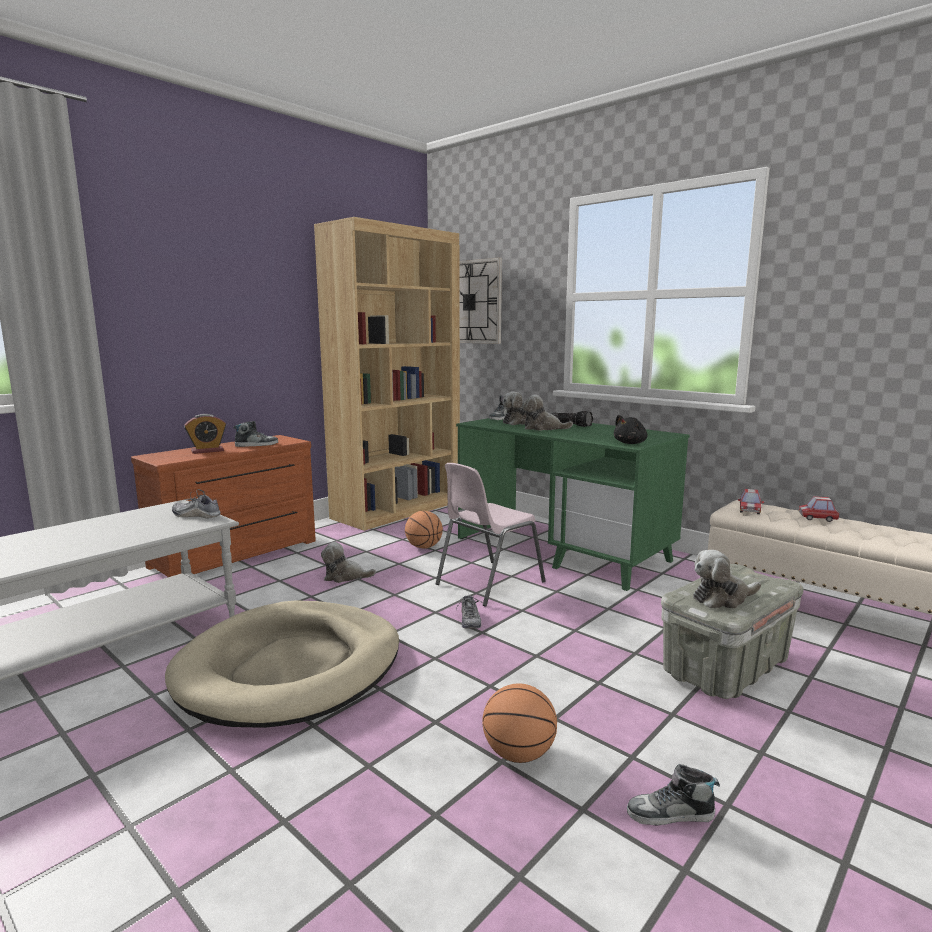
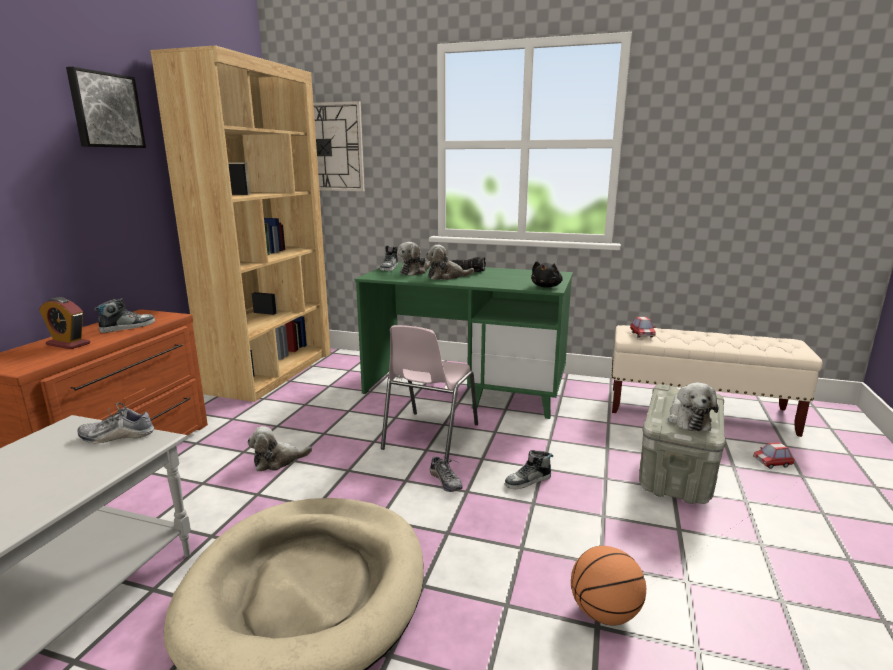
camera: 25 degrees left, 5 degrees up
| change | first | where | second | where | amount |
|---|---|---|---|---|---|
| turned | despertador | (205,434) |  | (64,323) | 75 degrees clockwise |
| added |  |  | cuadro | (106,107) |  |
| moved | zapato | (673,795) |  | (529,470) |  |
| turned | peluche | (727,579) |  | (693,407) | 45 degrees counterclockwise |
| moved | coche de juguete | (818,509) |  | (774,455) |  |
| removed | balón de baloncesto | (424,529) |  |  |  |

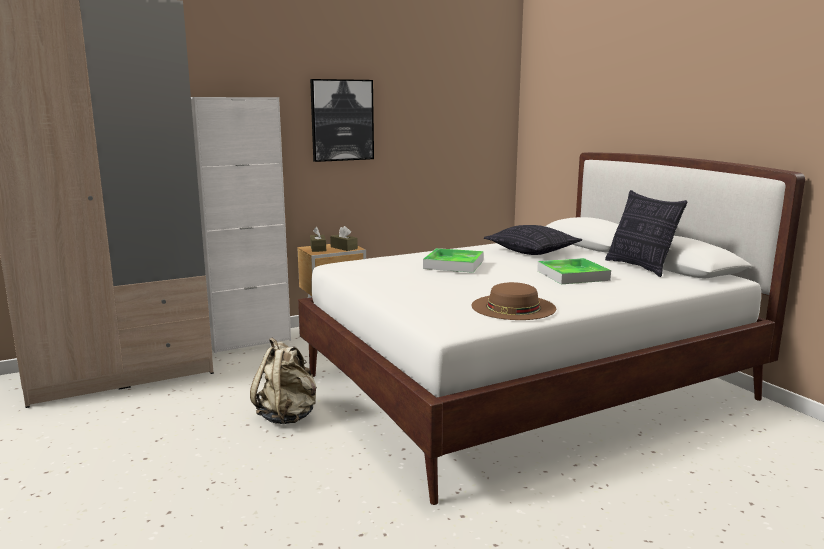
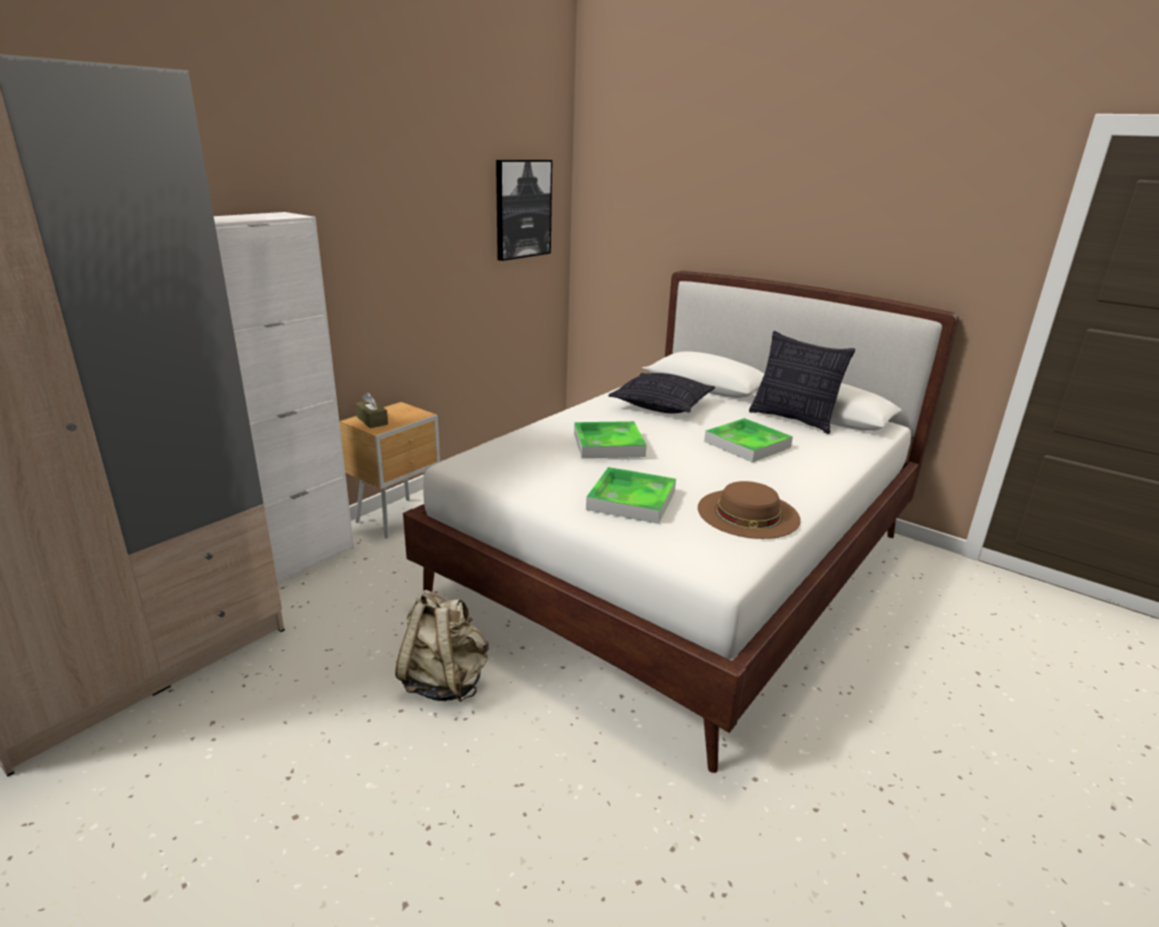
camera: 25 degrees left, 10 degrees up
| change | first | where | second | where | amount |
|---|---|---|---|---|---|
| moved | cuadro | (342,120) |  | (524,210) |  |
| added |  |  | bandeja | (631,495) |  |
| removed | caja de pañuelos/marrón | (344,238) |  |  |  |

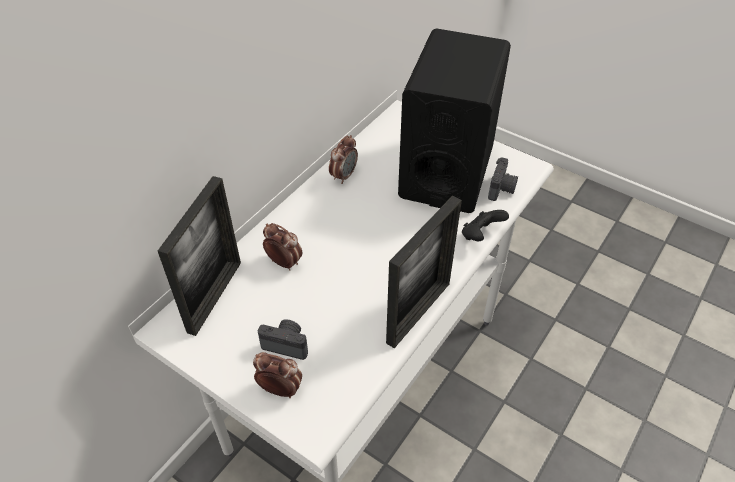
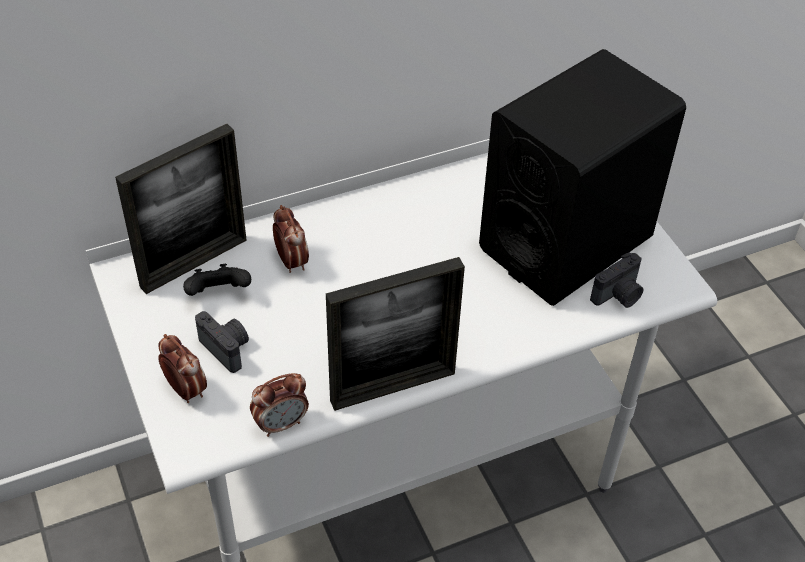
camera: 30 degrees right, 0 degrees up
| change | first | where | second | where | amount |
|---|---|---|---|---|---|
| moved | mando de consola/negro | (485,225) |  | (217,280) |  |
| moved | despertador | (343,159) |  | (279,405) |  |

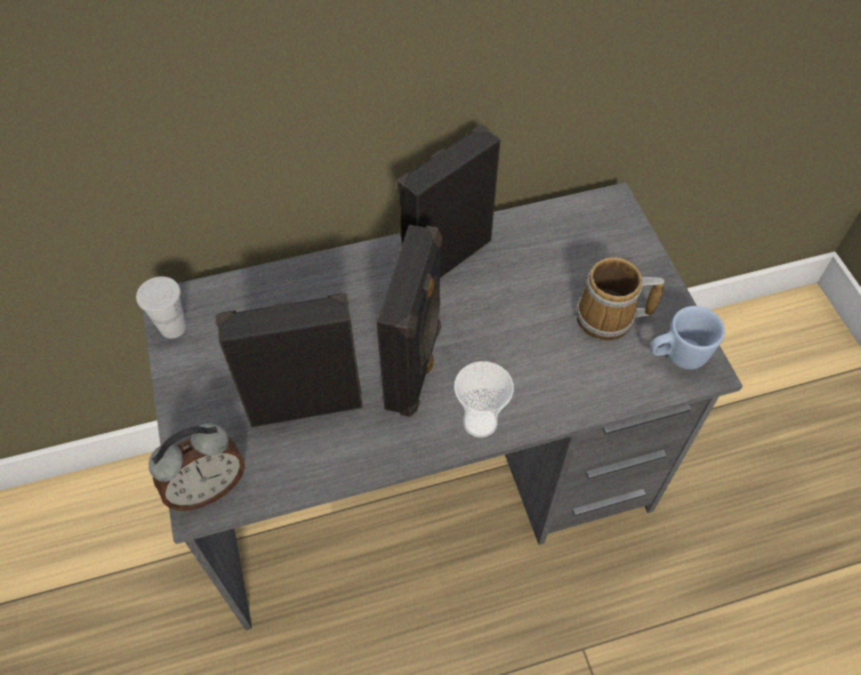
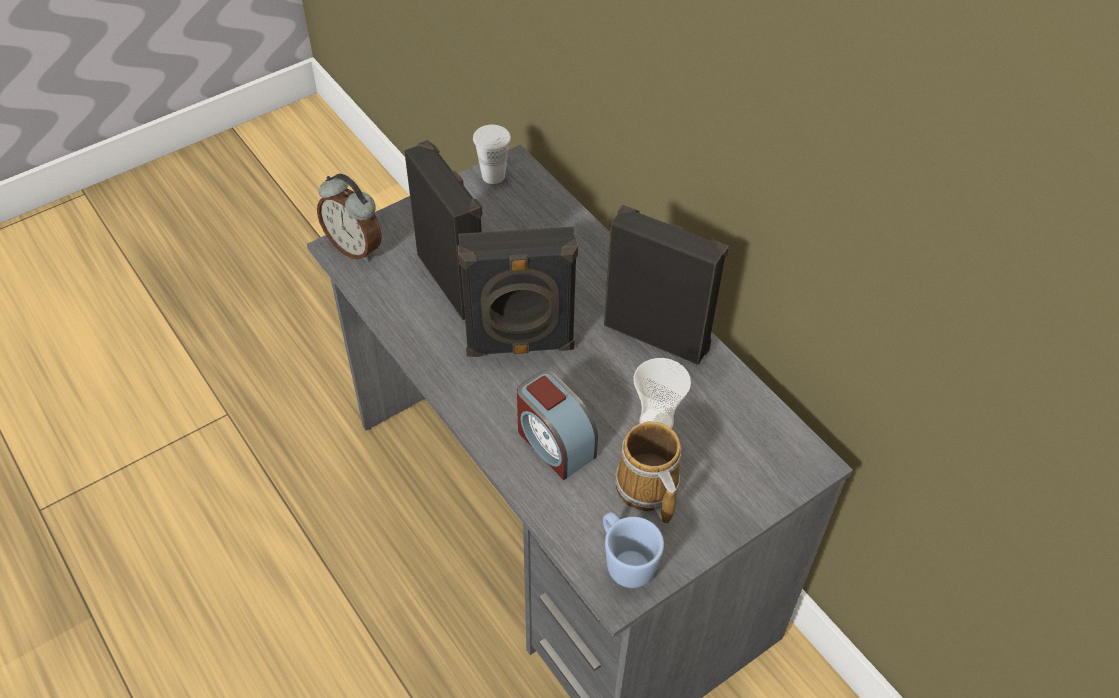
camera: 70 degrees right, 5 degrees down
| change | first | where | second | where | amount |
|---|---|---|---|---|---|
| added |  |  | despertador | (557,425) |  |
| moved | taza | (484,399) |  | (662,393) |  |

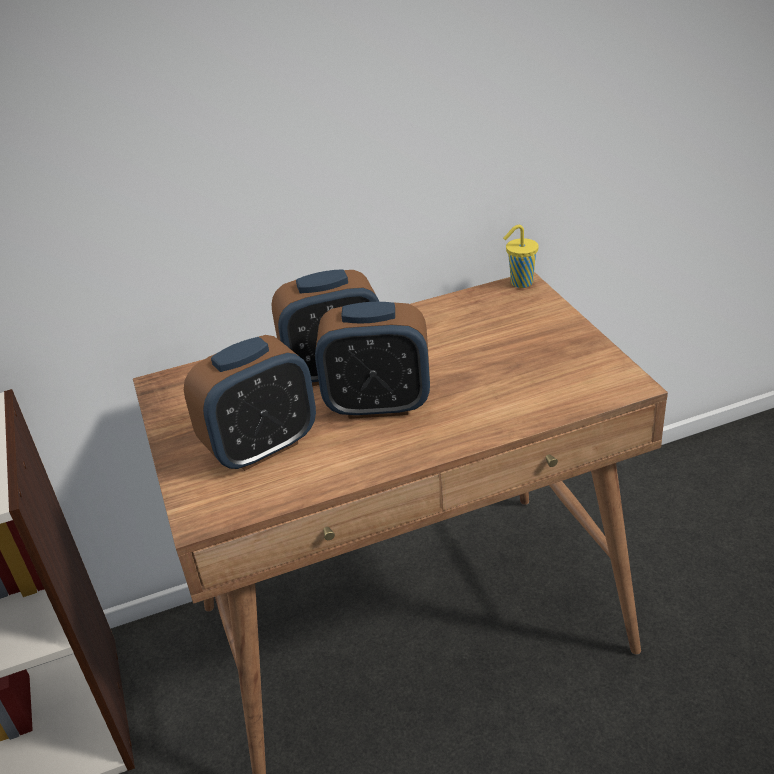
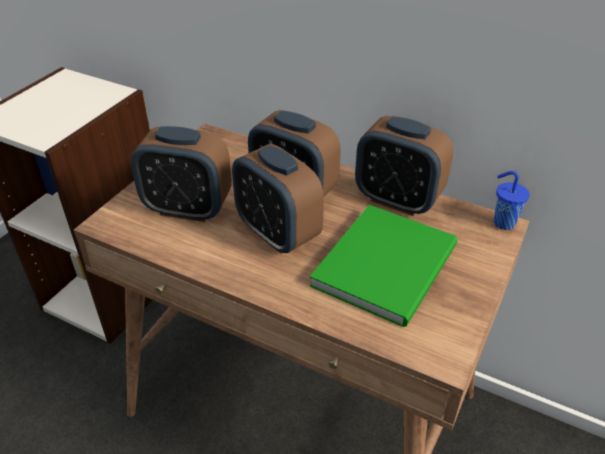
camera: 45 degrees right, 5 degrees up
| change | first | where | second | where | amount |
|---|---|---|---|---|---|
| added |  |  | libro/verde | (383,266) |  |
| added |  |  | despertador | (404,166) |  |
| recoloured | taza/amarillo | (520,256) | taza/azul | (512,200) |  |

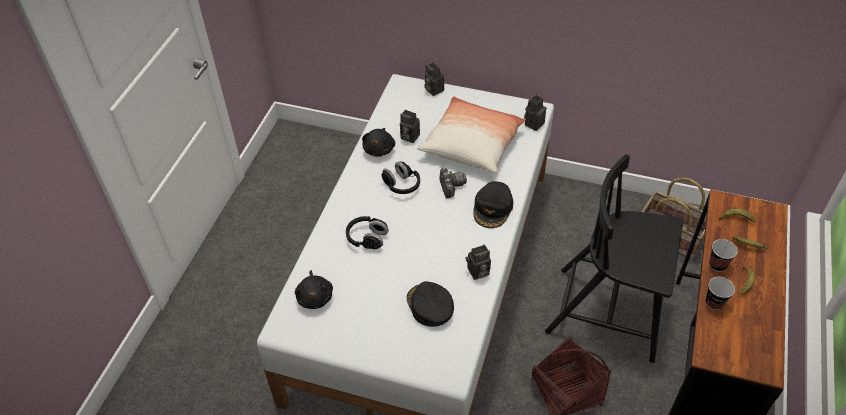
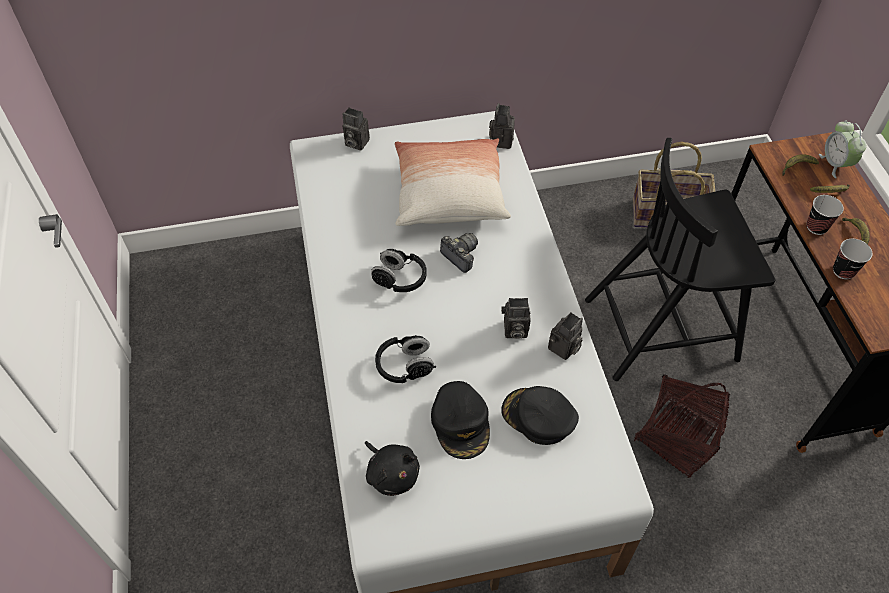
camera: 30 degrees left, 5 degrees up
| change | first | where | second | where | amount |
|---|---|---|---|---|---|
| moved | gorra/negro | (493,204) |  | (460,420) |  |
| moved | cámara | (410,126) |  | (516,318) |  |
| added |  |  | despertador | (843,149) |  |
| removed | peluche/negro | (378,142) |  |  |  |

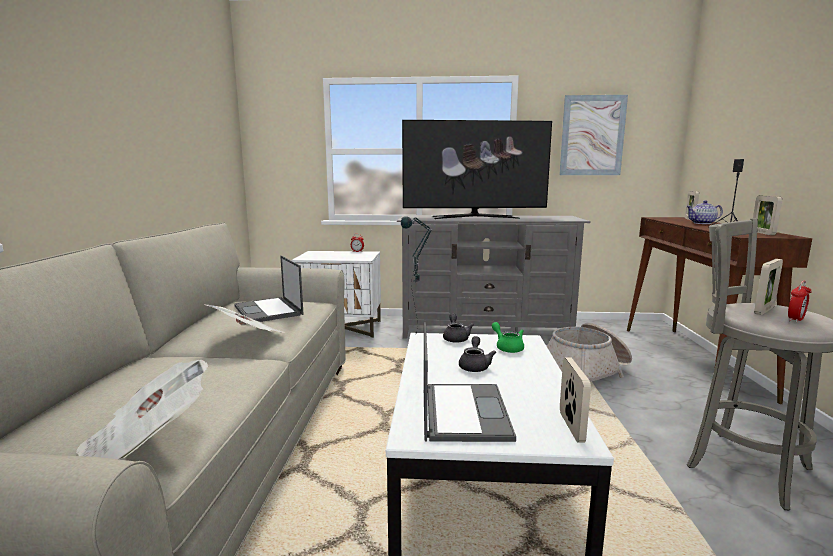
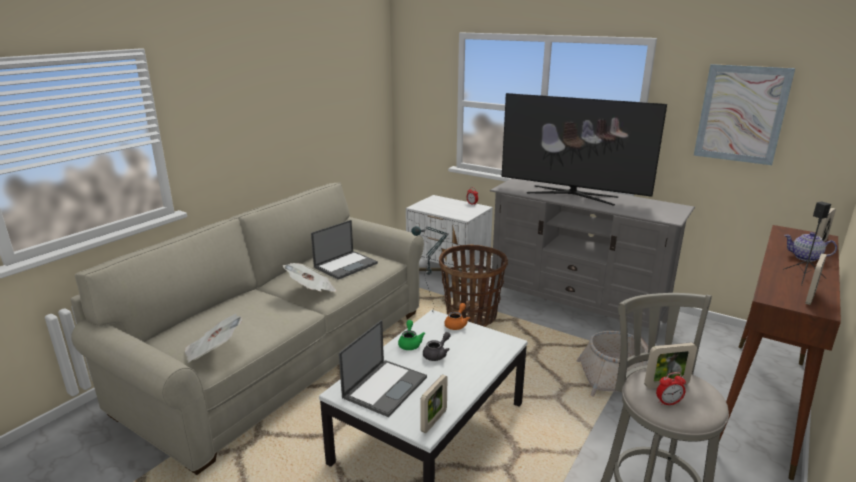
camera: 30 degrees right, 10 degrees up
| change | first | where | second | where | amount |
|---|---|---|---|---|---|
| turned | portátil | (268,289) |  | (344,250) | 135 degrees counterclockwise |
| moved | tetera/verde | (508,337) |  | (411,335) |  |
| added |  |  | cesta | (473,286) |  |
| recoloured | tetera/gris | (458,328) | tetera/naranja | (457,316) |  |

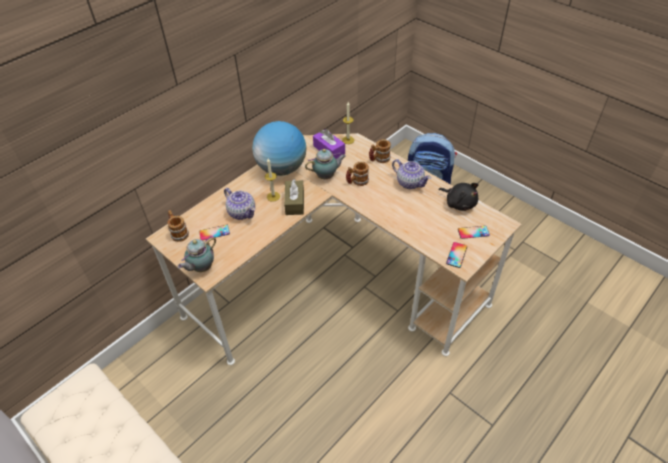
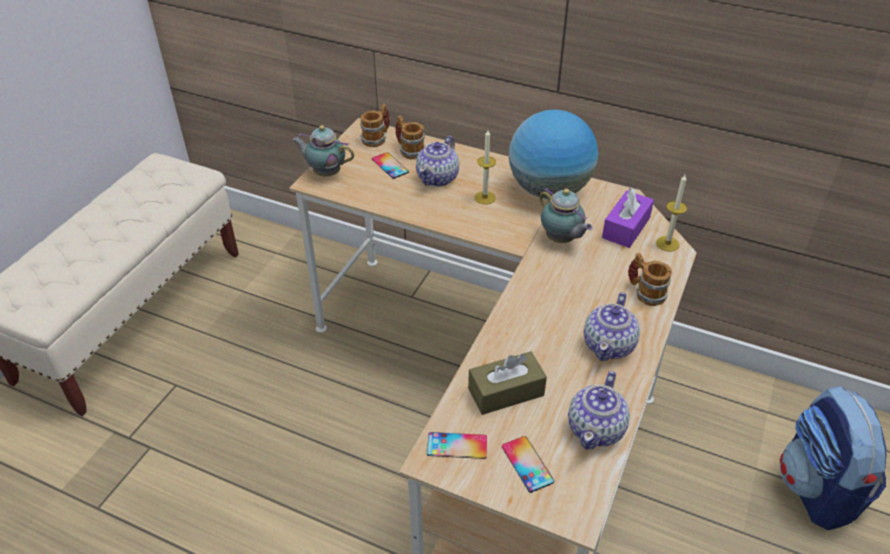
camera: 70 degrees right, 5 degrees down
| change | first | where | second | where | amount |
|---|---|---|---|---|---|
| moved | taza grande | (357,173) |  | (410,137) |  |
| moved | caja de pañuelos/marrón | (294,197) |  | (507,383) |  |
| replaced | peluche/negro | (459,197) | tetera | (599,410) |  |

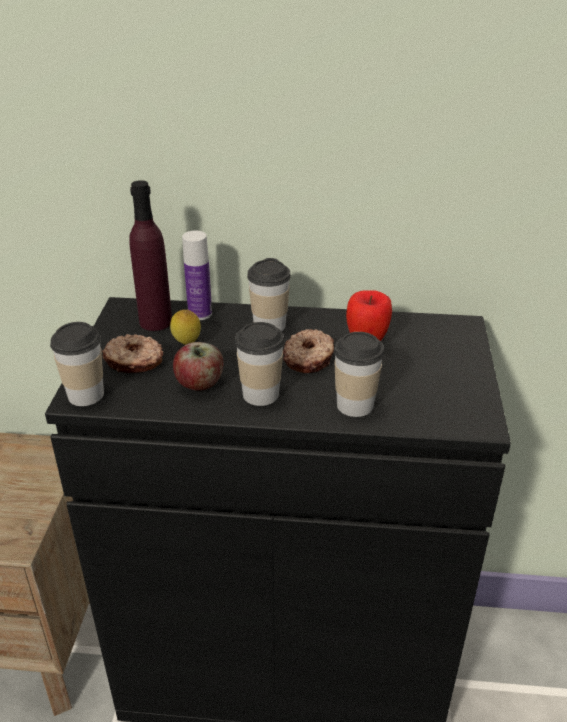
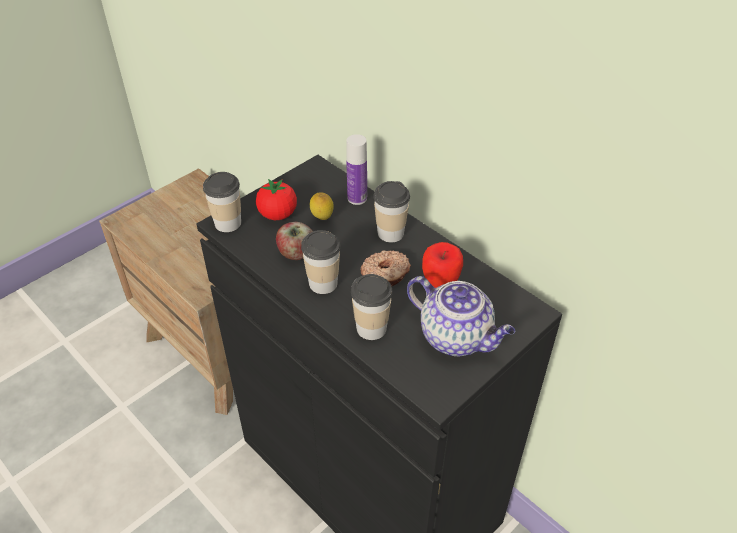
camera: 40 degrees right, 10 degrees up
| change | first | where | second | where | amount |
|---|---|---|---|---|---|
| replaced | rosquilla | (132,353) | tomate | (276,199) |  |
| added |  |  | tetera | (461,316) |  |
| removed | botella/morado | (150,255) |  |  |  |

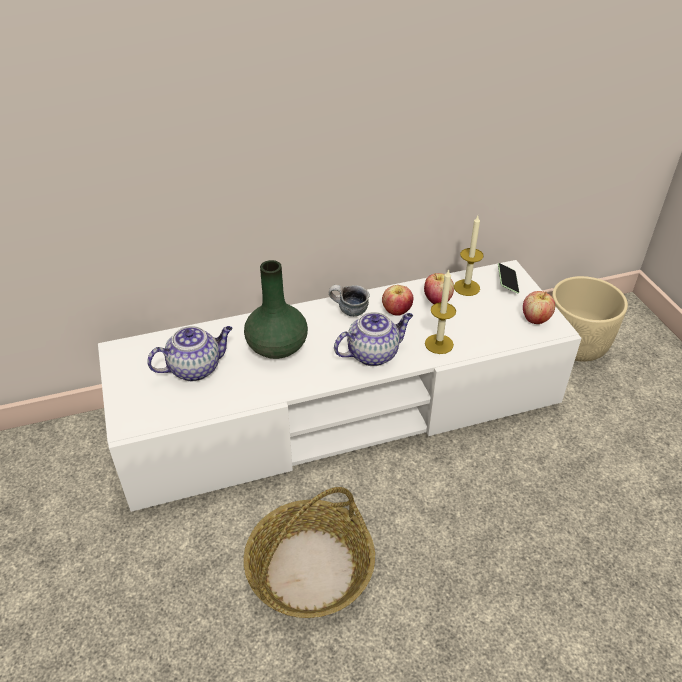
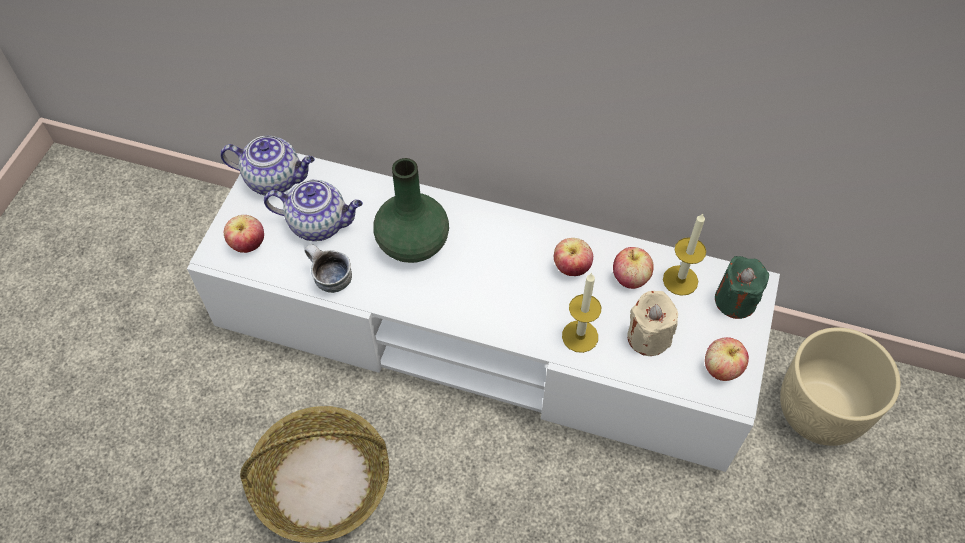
camera: 35 degrees right, 15 degrees up
| change | first | where | second | where | amount |
|---|---|---|---|---|---|
| moved | tetera | (373,339) |  | (267,165) |  |
| added |  |  | manzana | (244,234) |  |
| moved | taza grande | (349,300) |  | (328,268) |  |
| added |  |  | vela/beis | (652,323) |  |
| replaced | móvil | (508,278) | vela/verde | (742,287) |  |

